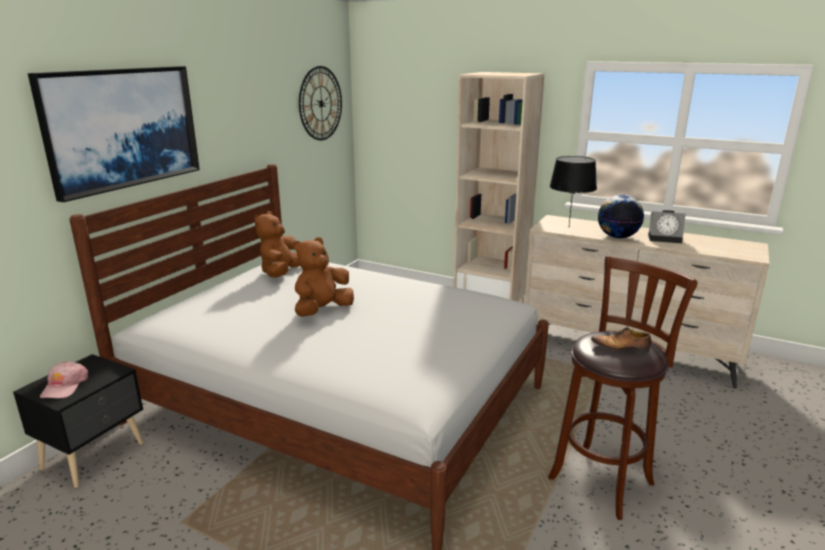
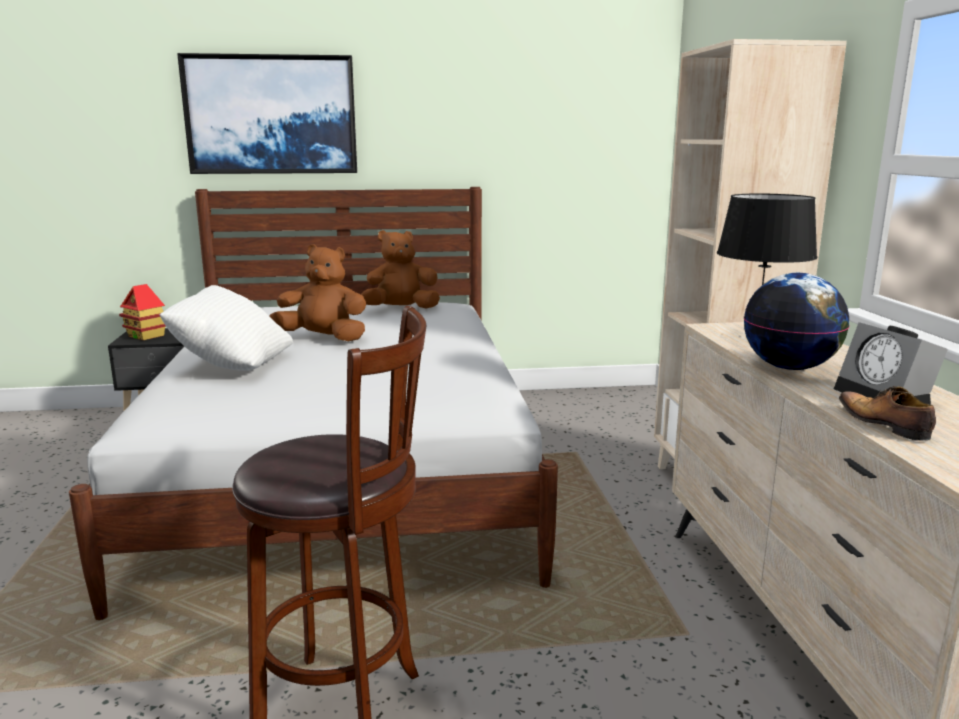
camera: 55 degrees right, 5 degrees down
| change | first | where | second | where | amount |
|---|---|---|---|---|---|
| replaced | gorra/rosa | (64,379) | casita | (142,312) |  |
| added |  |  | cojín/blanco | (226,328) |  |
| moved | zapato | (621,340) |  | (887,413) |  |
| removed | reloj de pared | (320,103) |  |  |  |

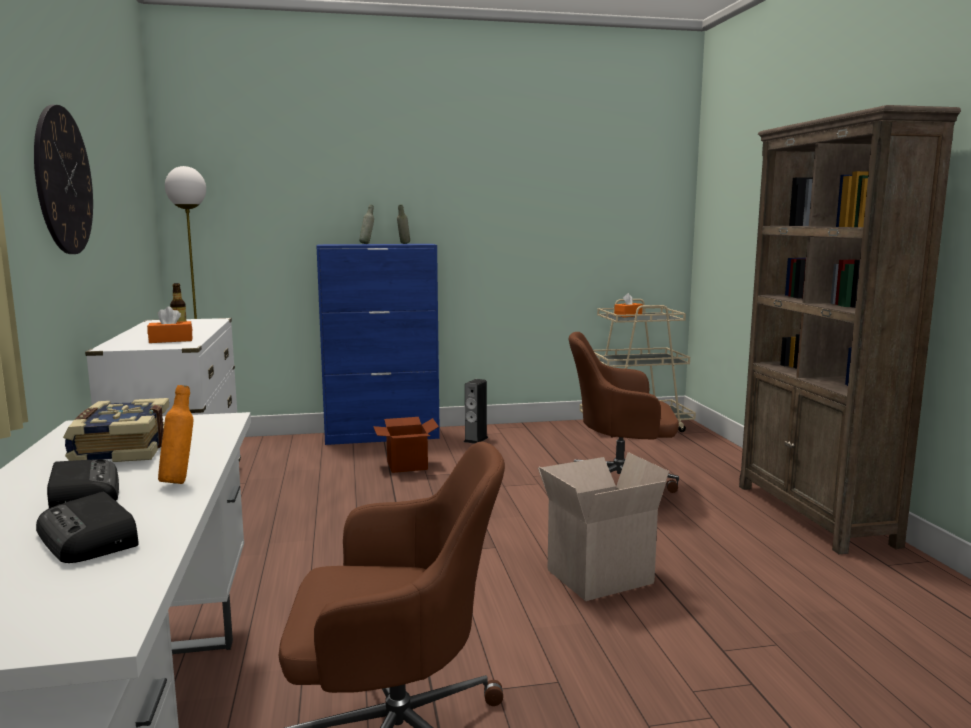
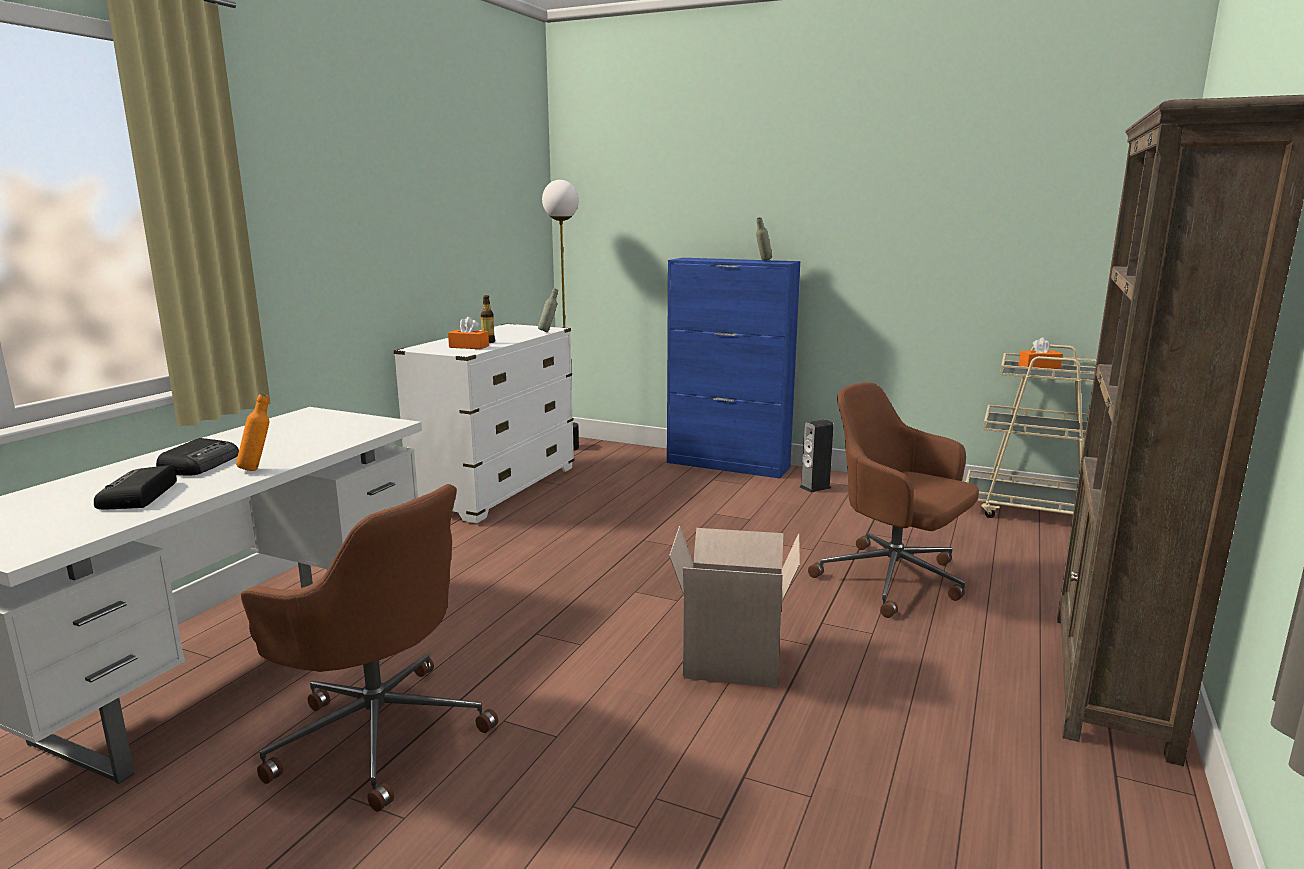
camera: 35 degrees right, 5 degrees up
| change | first | where | second | where | amount |
|---|---|---|---|---|---|
| moved | botella/gris | (366,224) |  | (548,310) |  |
| removed | reloj de pared | (63,179) |  |  |  |
| removed | libro | (116,430) |  |  |  |
| removed | caja de cartón | (406,445) |  |  |  |

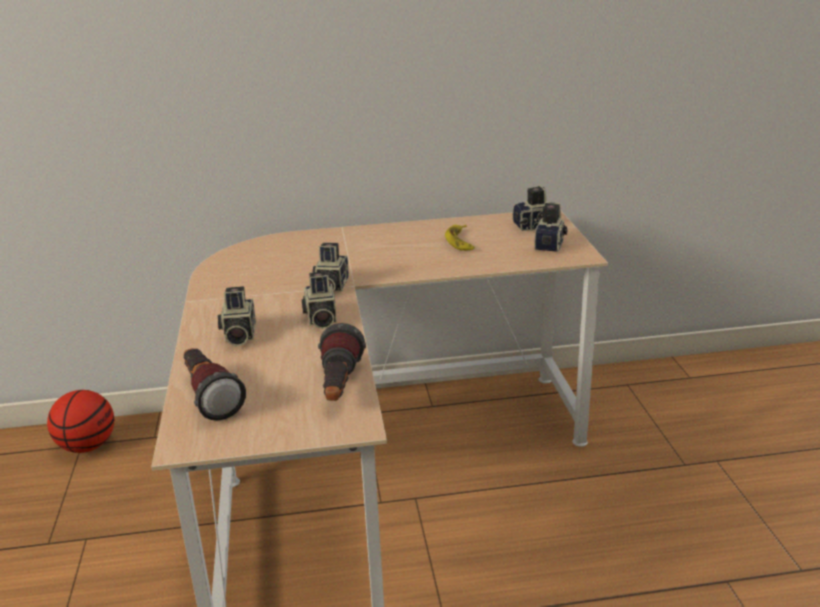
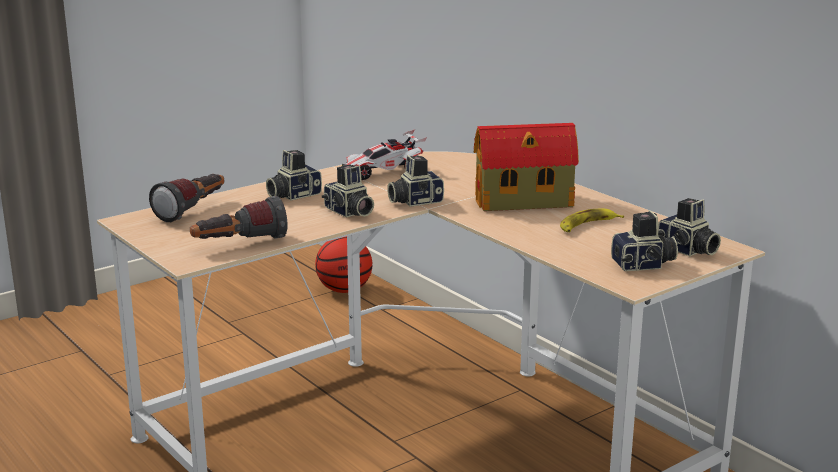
camera: 60 degrees right, 5 degrees down
| change | first | where | second | where | amount |
|---|---|---|---|---|---|
| turned | cámara | (319,300) |  | (348,190) | 90 degrees counterclockwise |
| added |  |  | coche de juguete | (384,154) |  |
| added |  |  | casita | (526,167) |  |

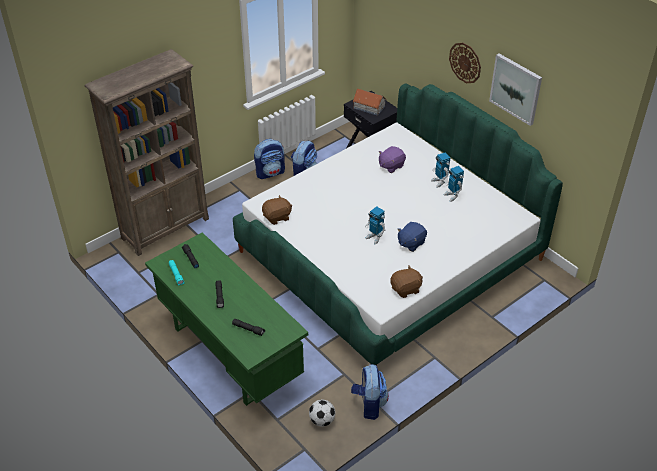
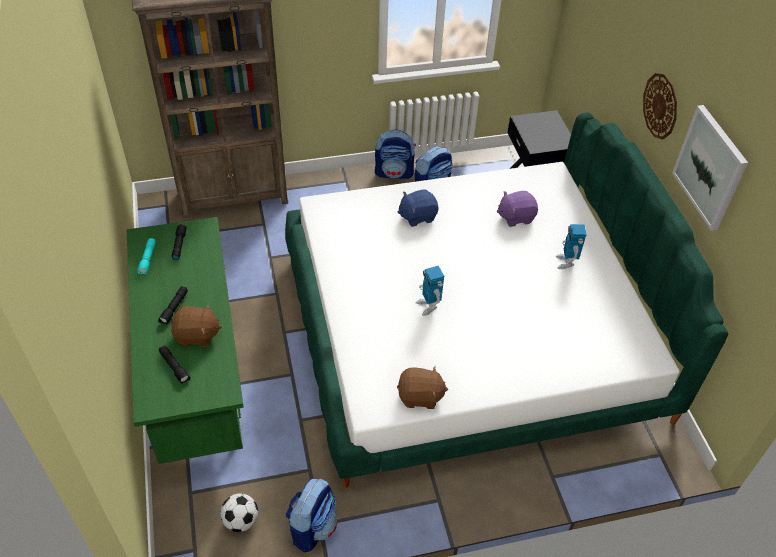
camera: 25 degrees right, 5 degrees up
| change | first | where | second | where | amount |
|---|---|---|---|---|---|
| moved | peluche/marrón | (277,210) |  | (196,325) |  |
| moved | peluche/azul | (412,237) |  | (418,208) |  |
| removed | casita | (370,102) |  |  |  |
| removed | robot de juguete | (454,184) |  |  |  |

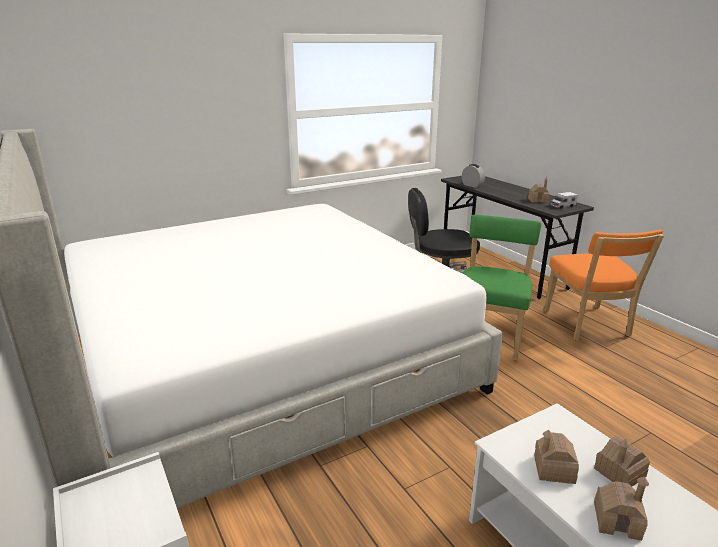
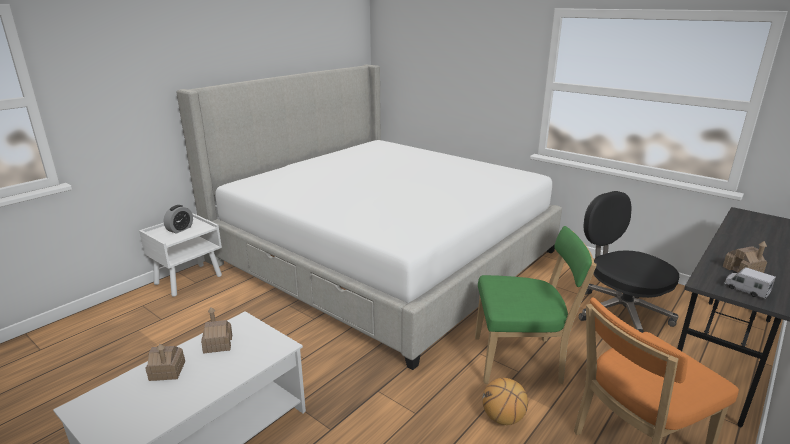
camera: 70 degrees right, 0 degrees up
| change | first | where | second | where | amount |
|---|---|---|---|---|---|
| moved | despertador | (473,176) |  | (178,219) |  |
| added |  |  | balón de baloncesto | (505,401) |  |
| removed | casita | (622,461) |  |  |  |

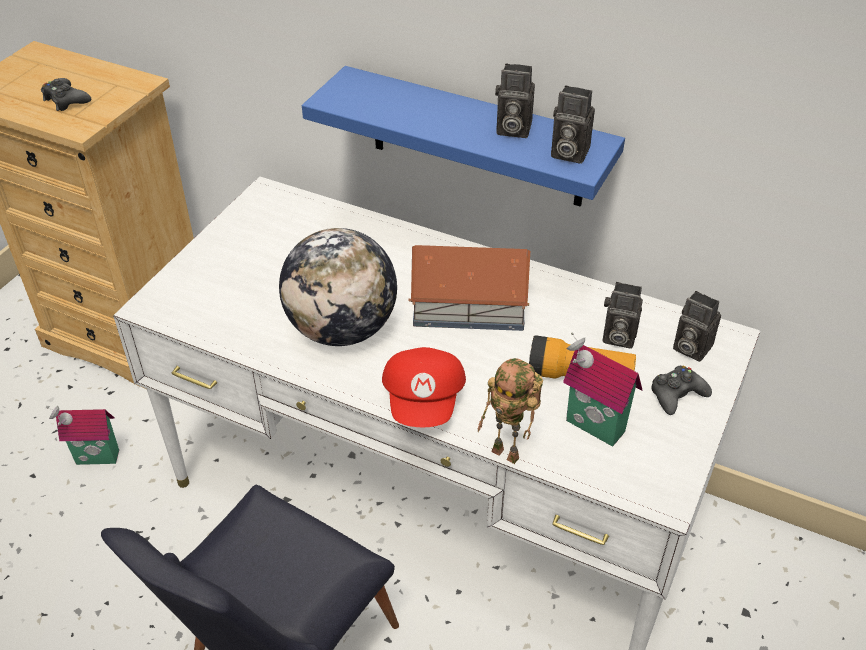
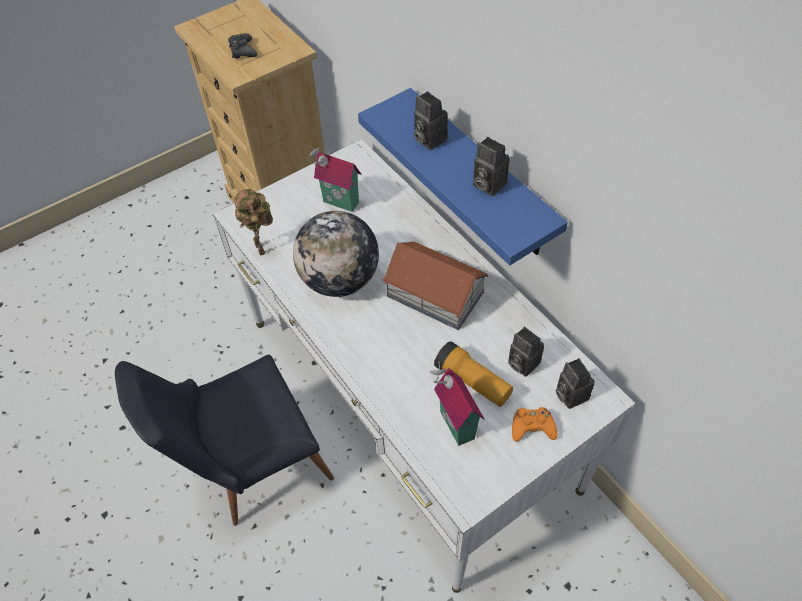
camera: 30 degrees right, 10 degrees up
| change | first | where | second | where | amount |
|---|---|---|---|---|---|
| moved | robot de juguete | (510,411) |  | (253,222) |  |
| moved | casita | (83,435) |  | (335,179) |  |
| moved | cámara | (573,124) |  | (431,120) |  |
| recoloured | mando de consola/negro | (681,390) | mando de consola/naranja | (534,424) |  |
| removed | gorra/rojo | (424,387) |  |  |  |

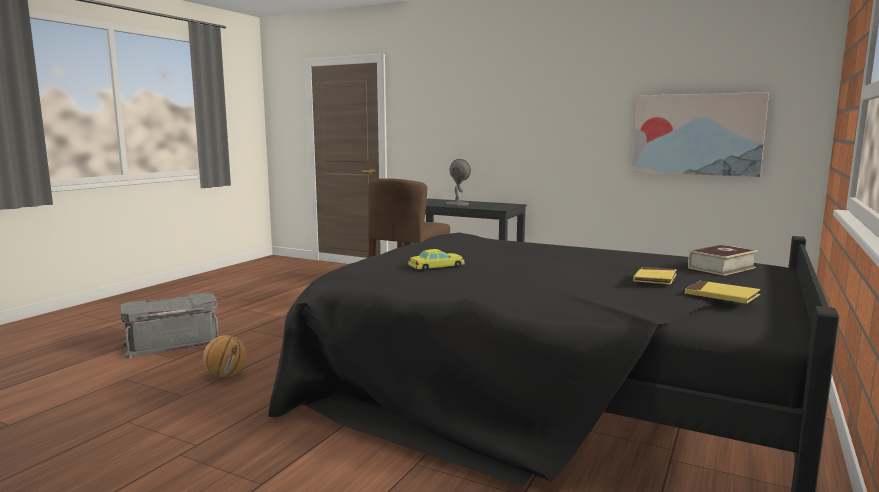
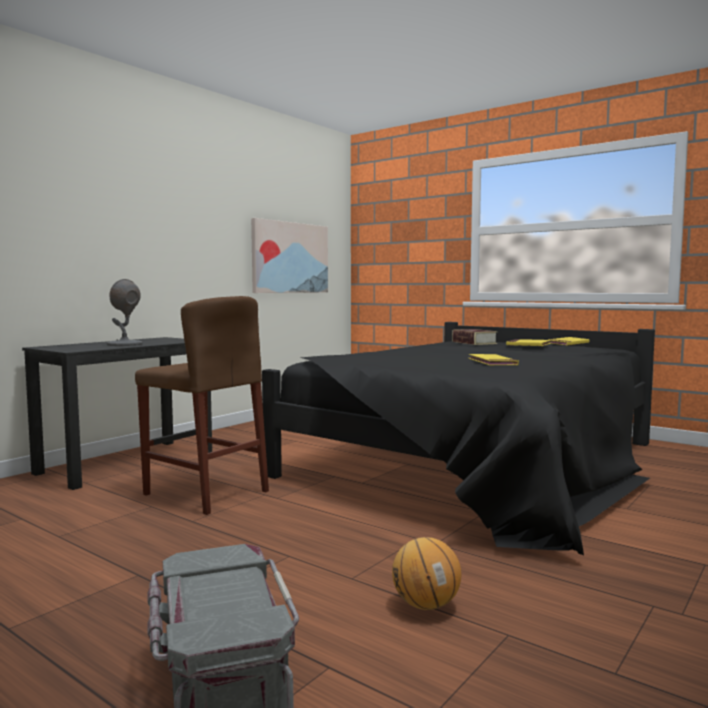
camera: 80 degrees left, 5 degrees down
| change | first | where | second | where | amount |
|---|---|---|---|---|---|
| replaced | coche de juguete/amarillo | (436,259) | libro/amarillo | (494,359) |  |

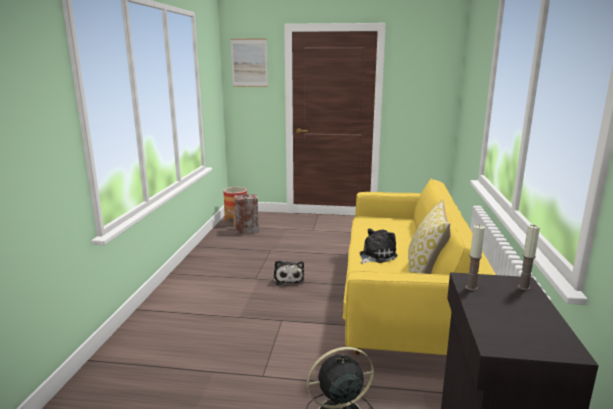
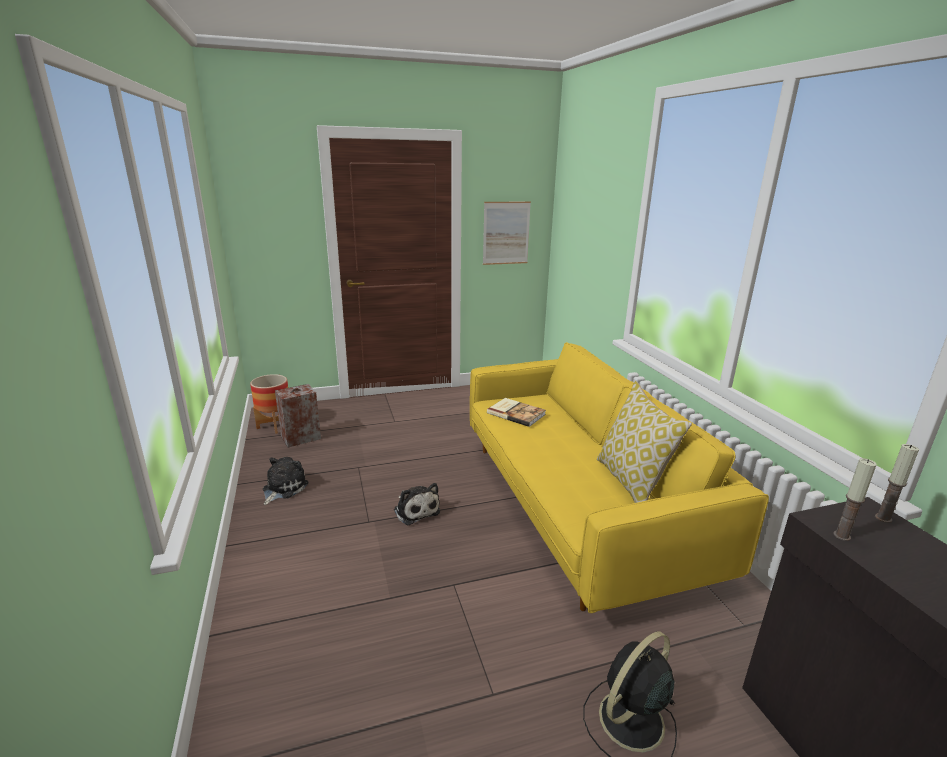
camera: 25 degrees left, 5 degrees up
| change | first | where | second | where | amount |
|---|---|---|---|---|---|
| moved | peluche | (378,246) |  | (286,481) |  |
| moved | cuadro | (249,62) |  | (507,233) |  |
| added |  |  | libro | (516,412) |  |

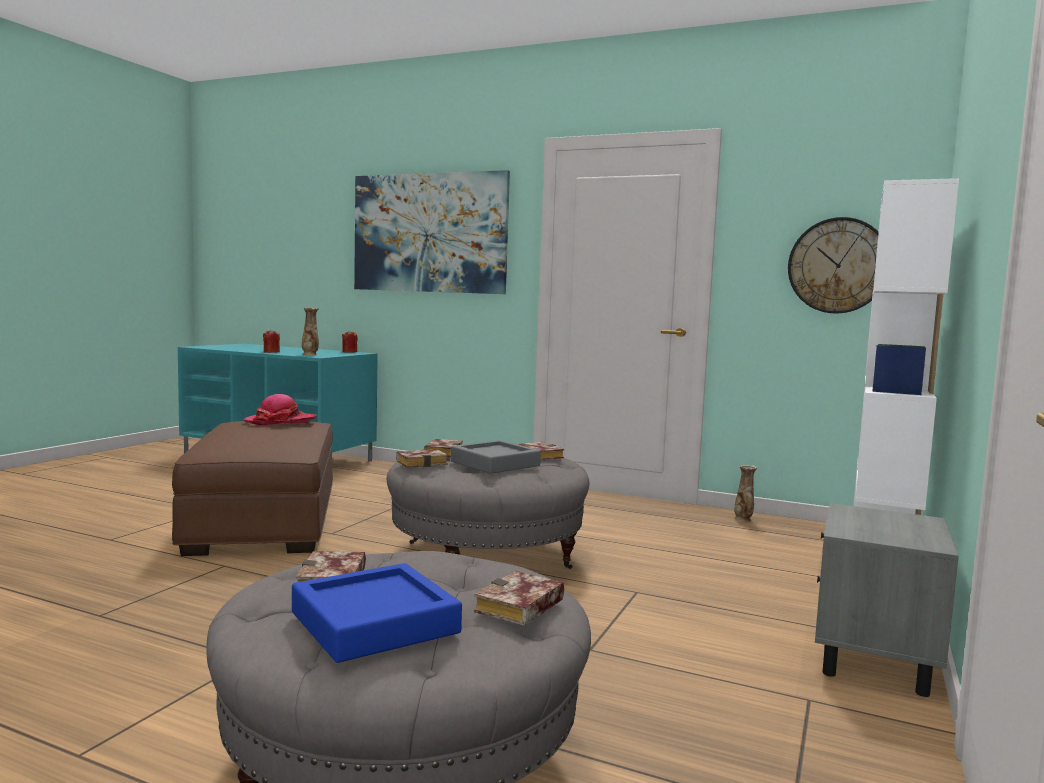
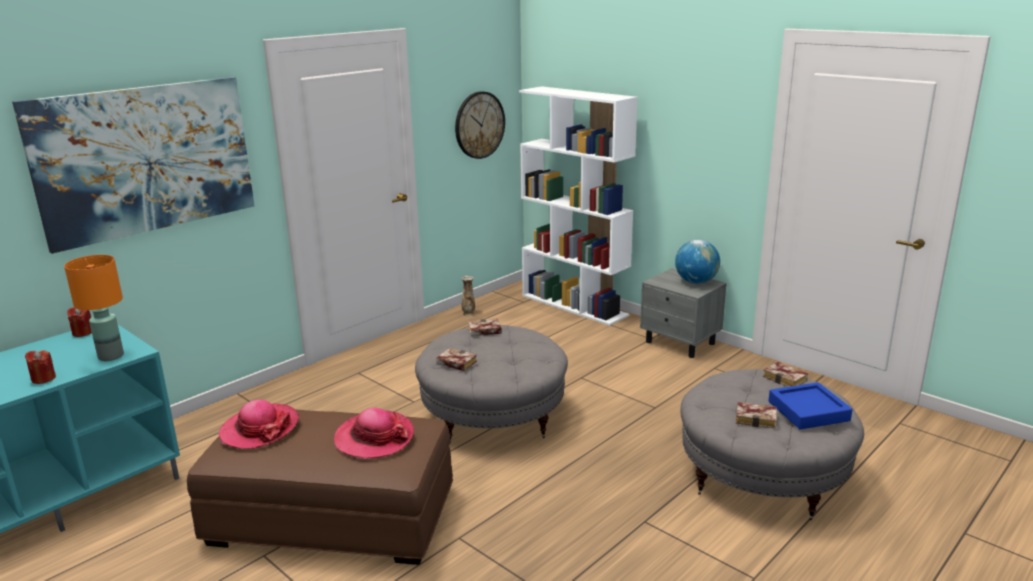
camera: 70 degrees left, 15 degrees up
| change | first | where | second | where | amount |
|---|---|---|---|---|---|
| replaced | florero | (310,331) | lámpara de mesa/naranja | (94,308) |  |
| added |  |  | sombrero | (374,433) |  |
| added |  |  | globo terráqueo | (697,262) |  |
| removed | libro | (422,458) |  |  |  |
| removed | bandeja/gris | (496,457) |  |  |  |

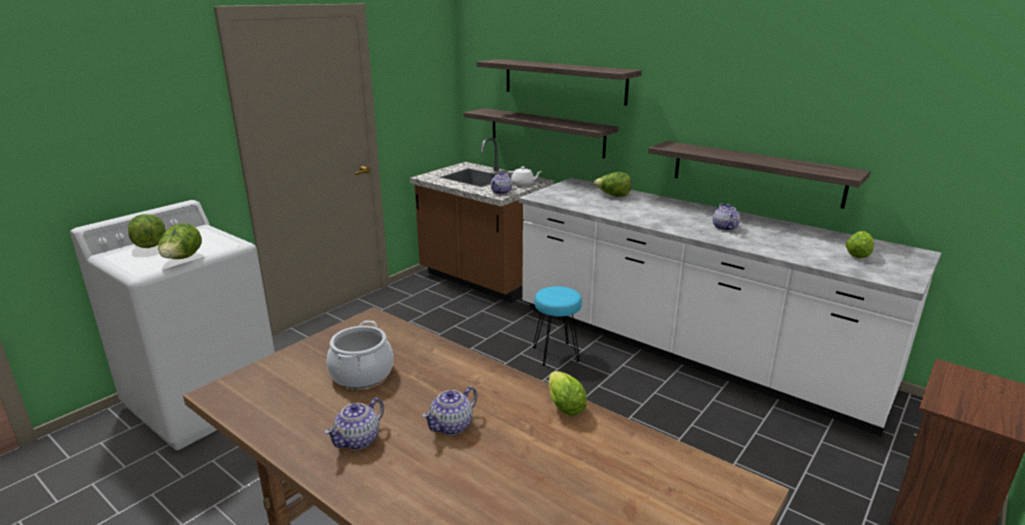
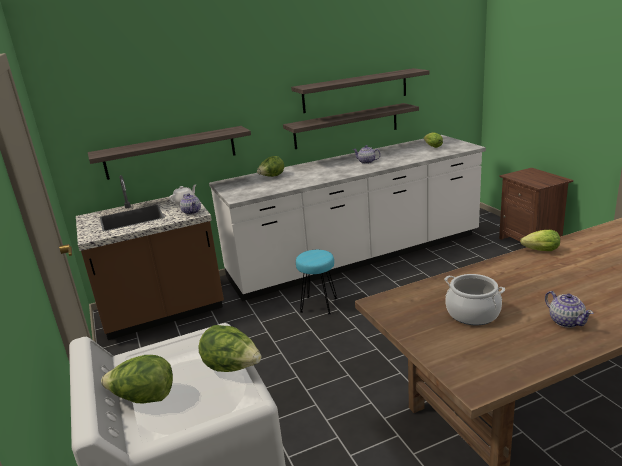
camera: 60 degrees left, 0 degrees up
| change | first | where | second | where | amount |
|---|---|---|---|---|---|
| moved | estante | (559,82) |  | (360,90) |  |
| removed | tetera | (449,410) |  |  |  |

